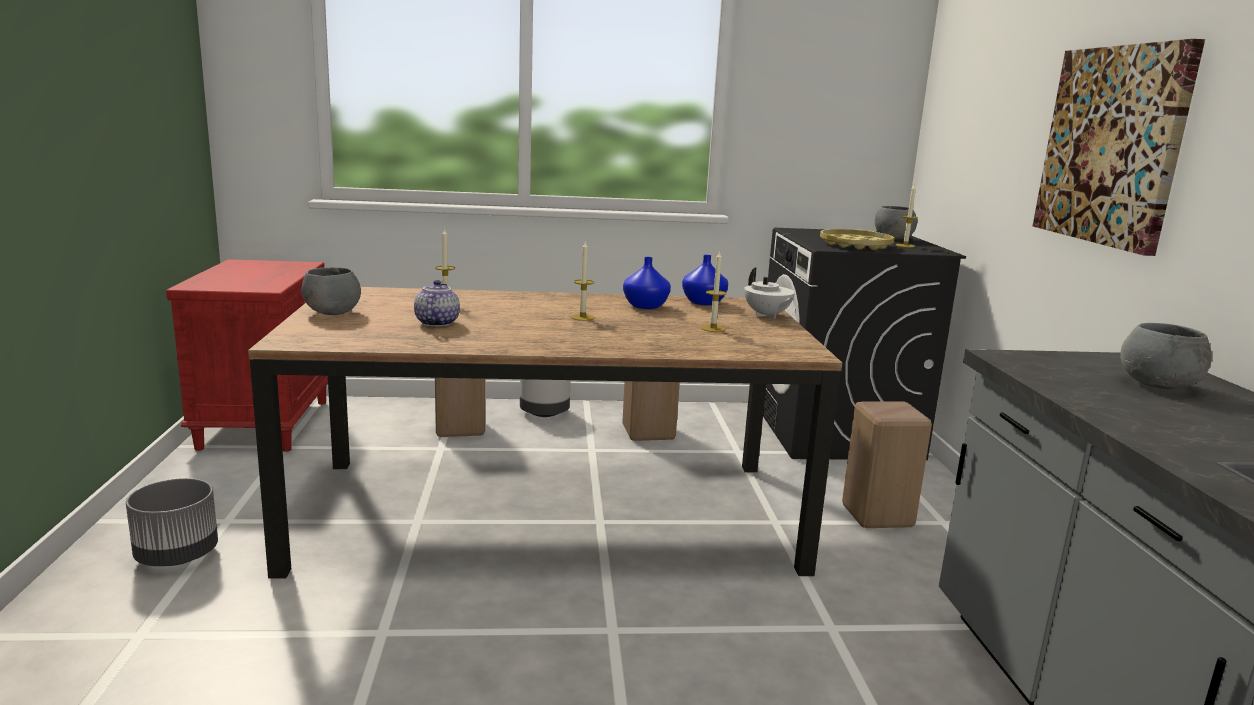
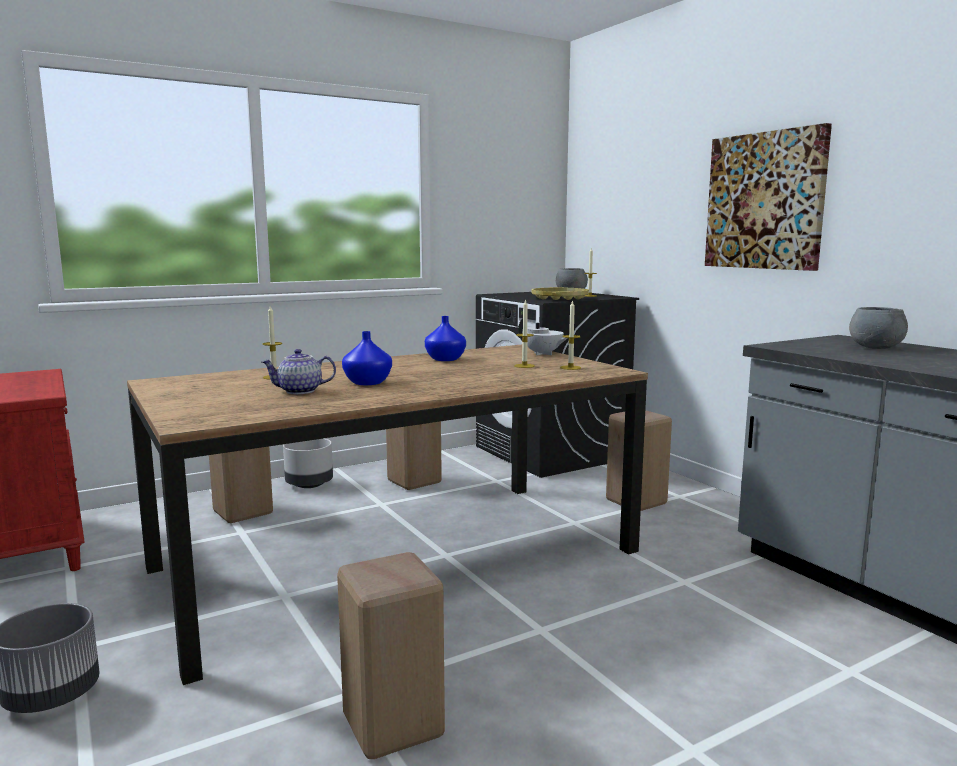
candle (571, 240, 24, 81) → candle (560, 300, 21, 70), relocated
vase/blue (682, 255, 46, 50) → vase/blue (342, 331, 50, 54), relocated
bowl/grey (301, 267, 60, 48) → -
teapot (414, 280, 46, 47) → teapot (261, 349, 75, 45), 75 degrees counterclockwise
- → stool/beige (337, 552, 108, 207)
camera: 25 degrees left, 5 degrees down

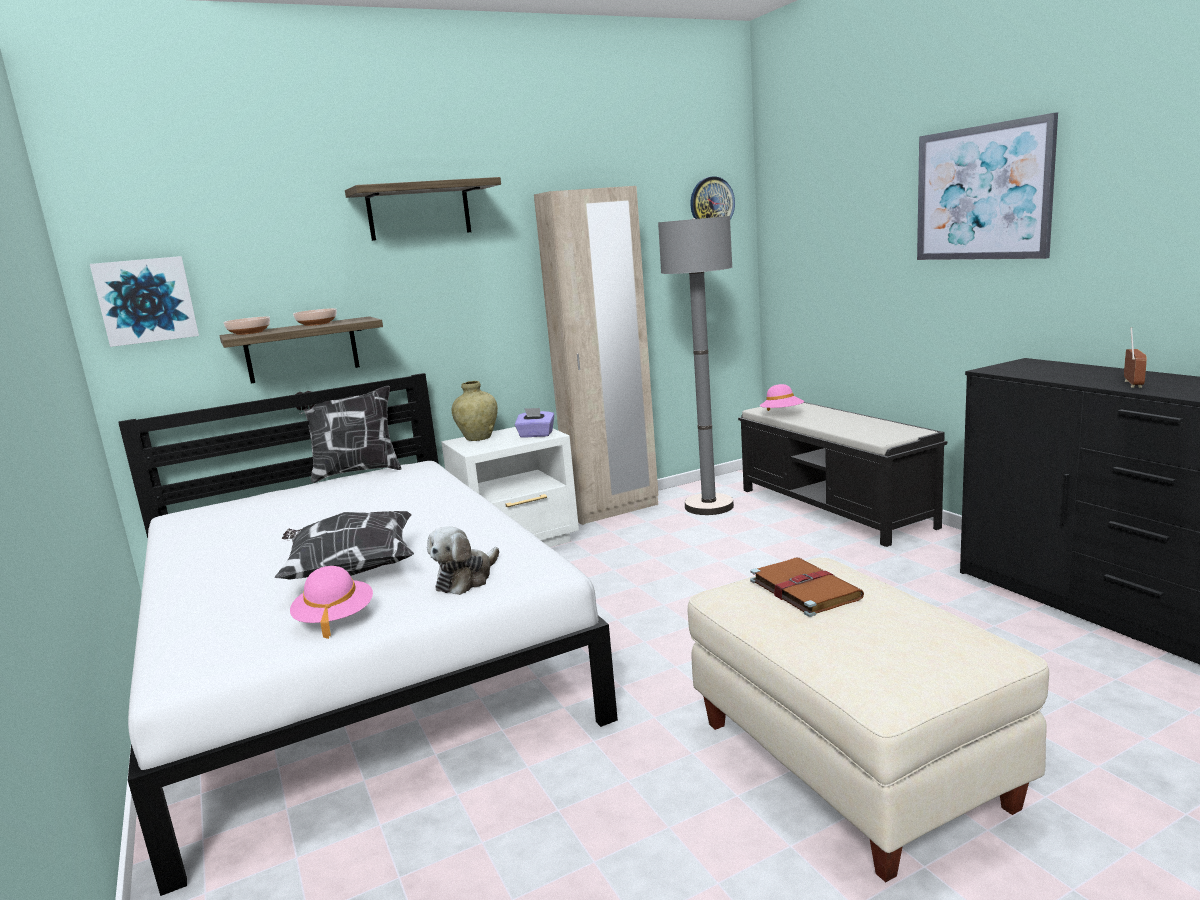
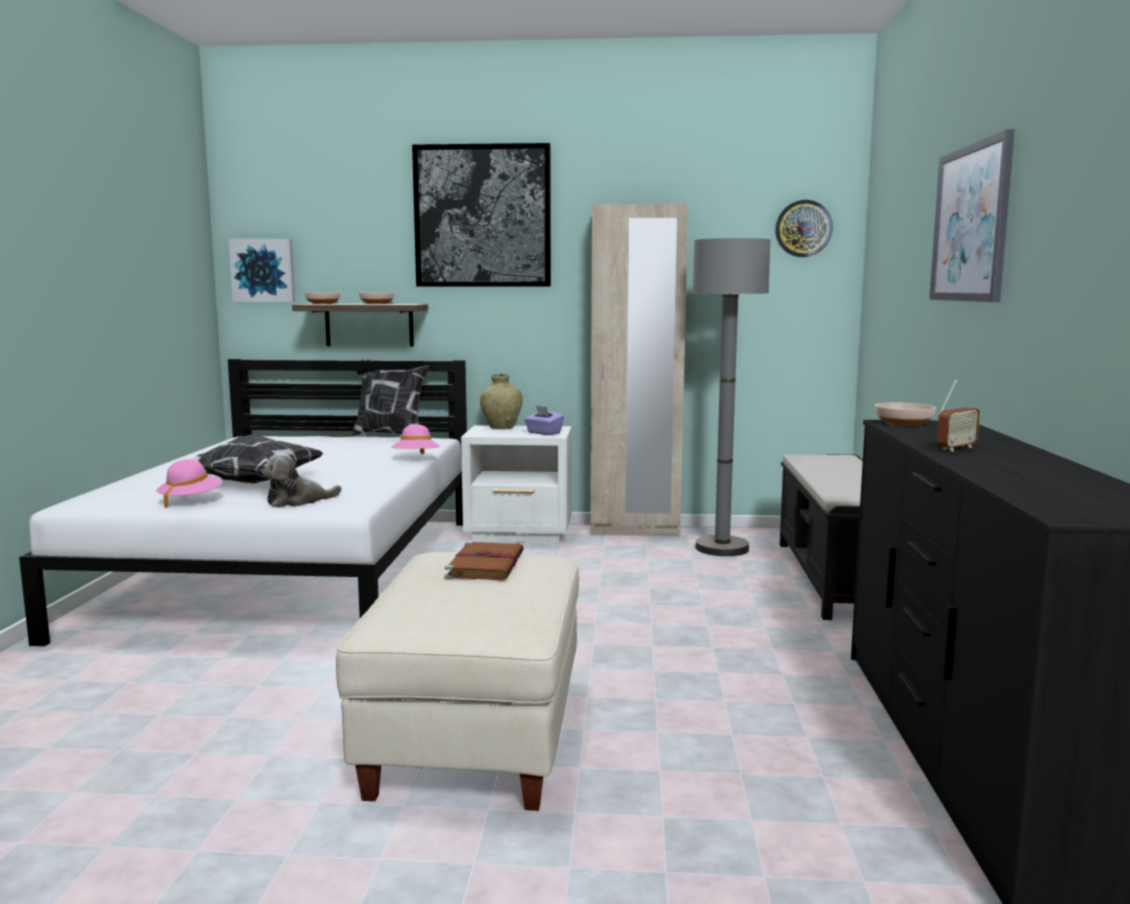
shelf (345, 177, 156, 64) → picture (412, 143, 139, 143)
hat/pink (760, 384, 44, 27) → hat/pink (391, 424, 49, 30), relocated
- → bowl (875, 402, 61, 24)
camera: 30 degrees right, 5 degrees down

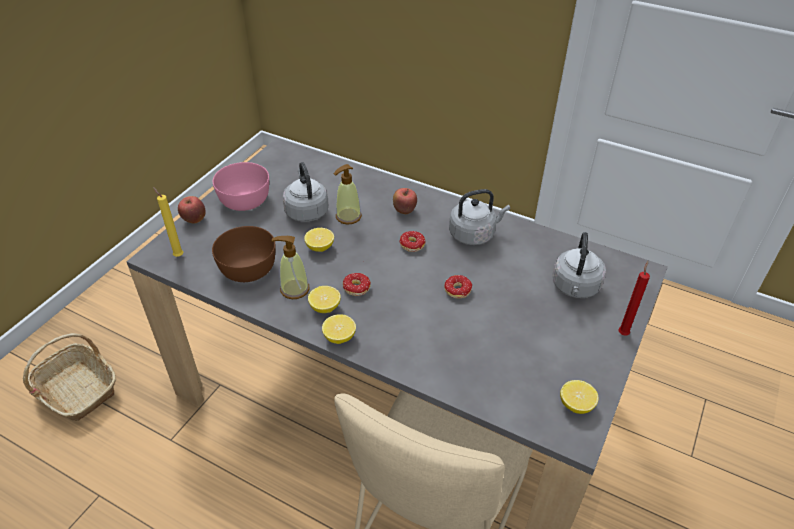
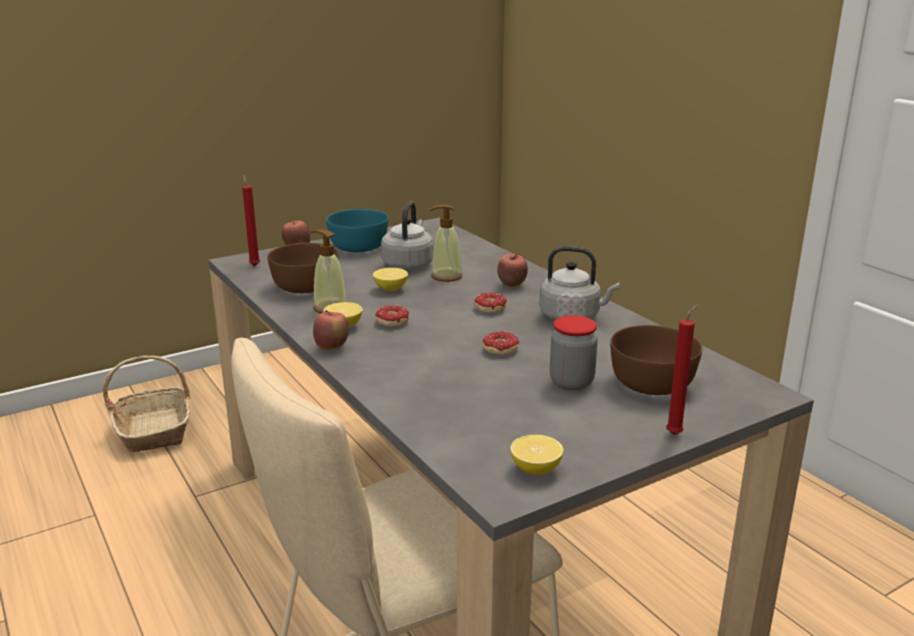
bowl/pink (213, 162, 56, 49) → bowl/turquoise (326, 209, 62, 43)
candle/yellow (153, 187, 30, 70) → candle/red (242, 175, 18, 91)
kettle/grey (552, 232, 54, 66) → bowl/brown (610, 325, 92, 70)
lemon (322, 314, 34, 30) → apple (313, 310, 36, 40)
- → jar (550, 315, 48, 75)
camera: 30 degrees right, 20 degrees down

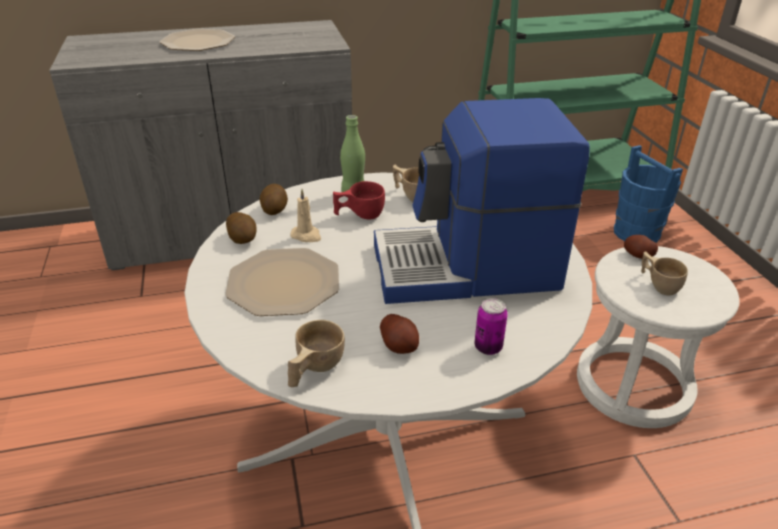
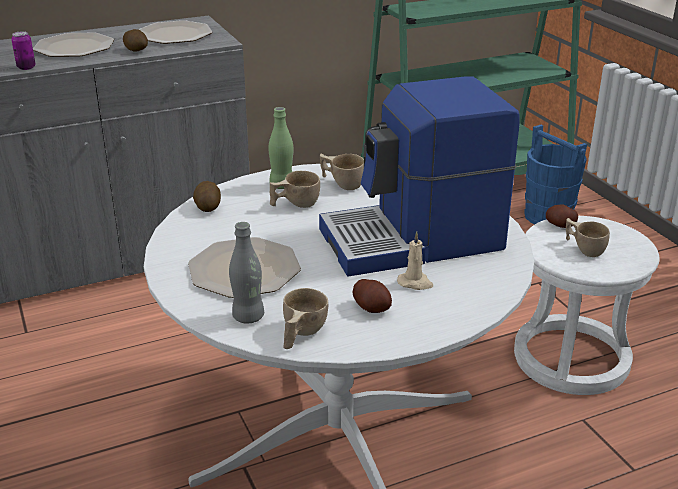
cup/red (333, 181, 52, 38) → cup/beige (270, 171, 50, 37)
candle/beige (290, 189, 31, 53) → candle/beige (397, 232, 36, 58), relocated
potato (226, 212, 31, 32) → potato (123, 29, 25, 23), relocated
can (474, 298, 34, 57) → can (11, 31, 25, 39), relocated
- → plate (138, 20, 74, 24)
- → bottle/grey (229, 222, 35, 102)
camera: 10 degrees left, 5 degrees down

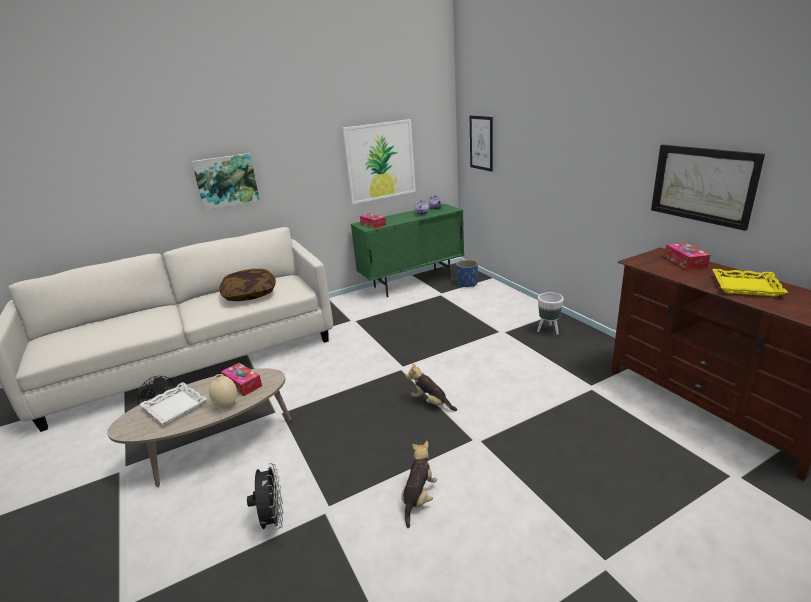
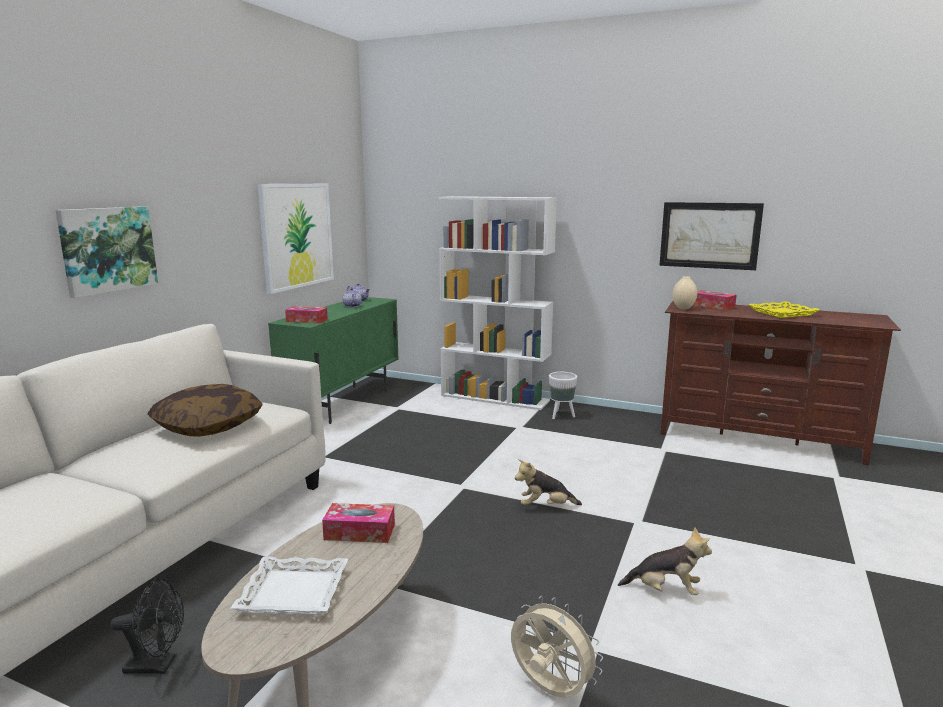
picture (470, 116, 23, 56) → -
planter/blue (456, 260, 22, 27) → -
vase/beige (209, 374, 28, 35) → vase/beige (673, 276, 24, 33), relocated
plush toy (401, 441, 36, 87) → plush toy (618, 527, 94, 68), 120 degrees clockwise
fan/black (247, 463, 36, 67) → fan/beige (511, 596, 92, 102)
- → bookcase/white (439, 196, 118, 214)
camera: 40 degrees left, 10 degrees down

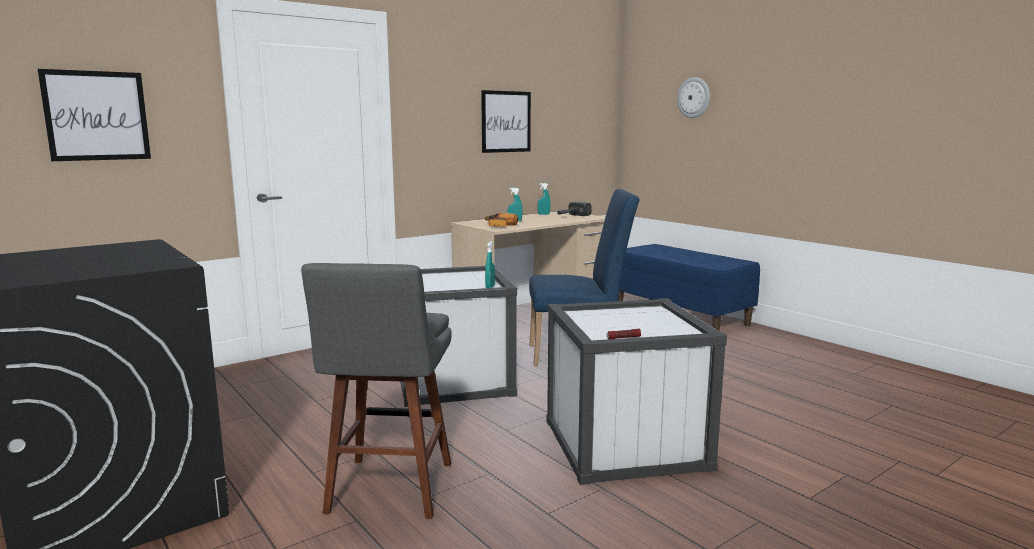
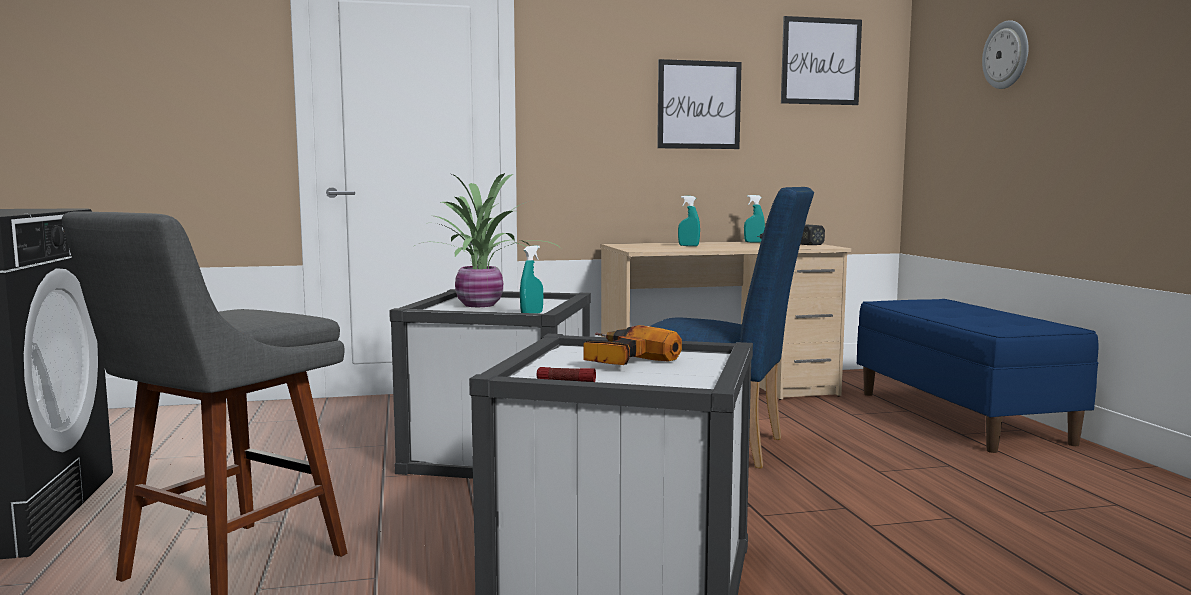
picture (38, 69, 113, 92) → picture (781, 16, 81, 89), relocated
power drill (479, 213, 39, 14) → power drill (583, 325, 99, 40), relocated
- → potted plant (414, 173, 147, 134)
camera: 25 degrees right, 5 degrees down

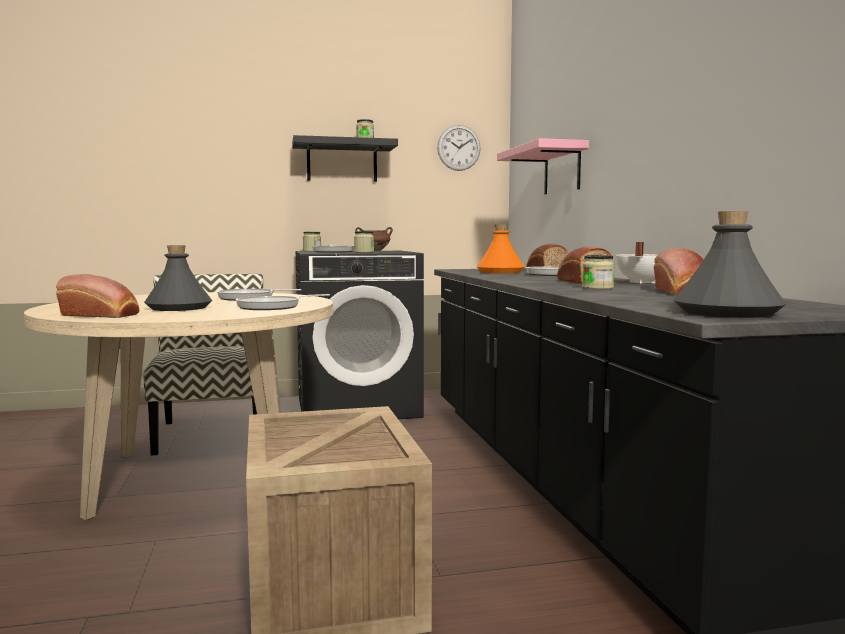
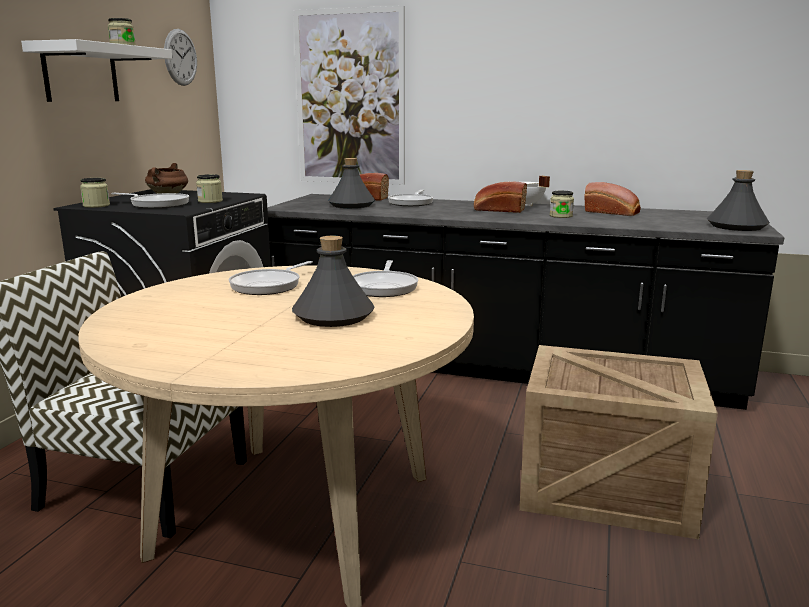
shelf/black (292, 135, 106, 47) → shelf/white (21, 39, 151, 63)
shelf/pink (497, 138, 92, 56) → picture (293, 6, 112, 179)
bottle/orange (476, 224, 49, 49) → bottle/grey (328, 158, 47, 50)
bread (56, 274, 83, 44) → -
camera: 60 degrees left, 10 degrees up

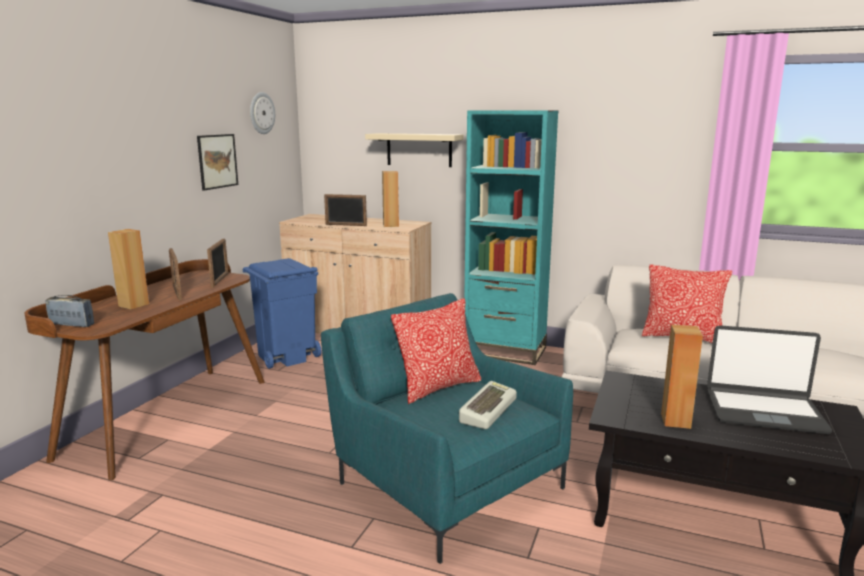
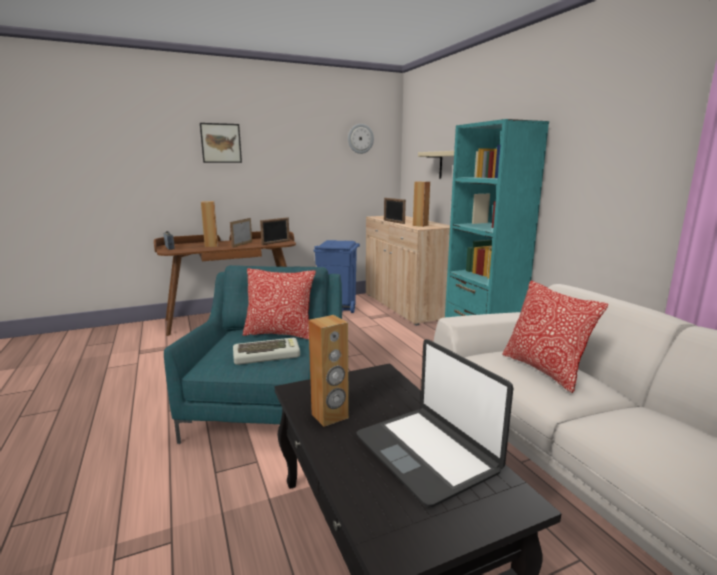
picture (197, 134, 41, 56) → picture (200, 123, 42, 40), relocated
camera: 45 degrees right, 0 degrees up

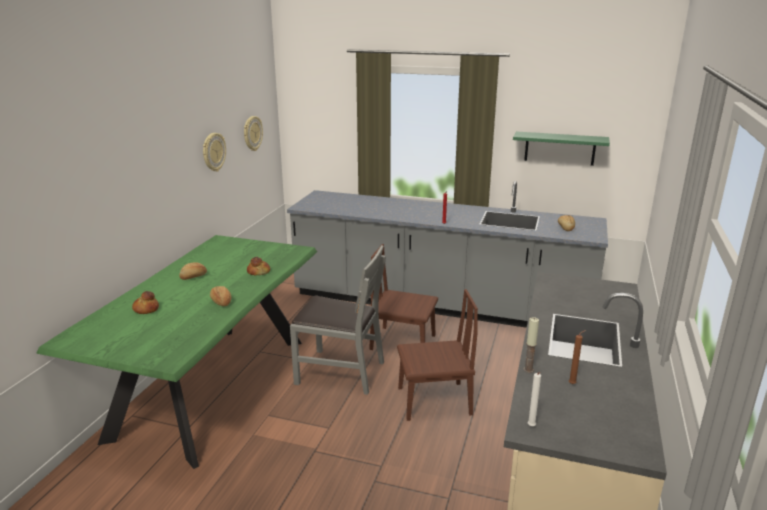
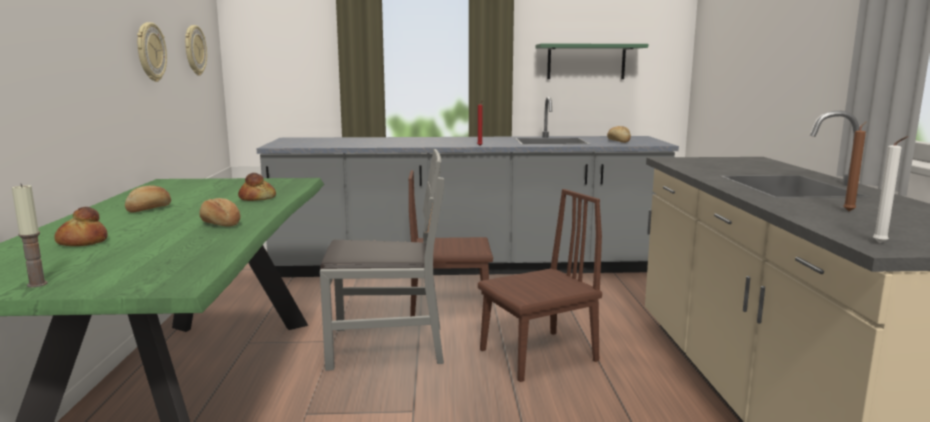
candle (524, 317, 15, 56) → candle (12, 184, 36, 103), relocated
camera: 20 degrees left, 10 degrees down

